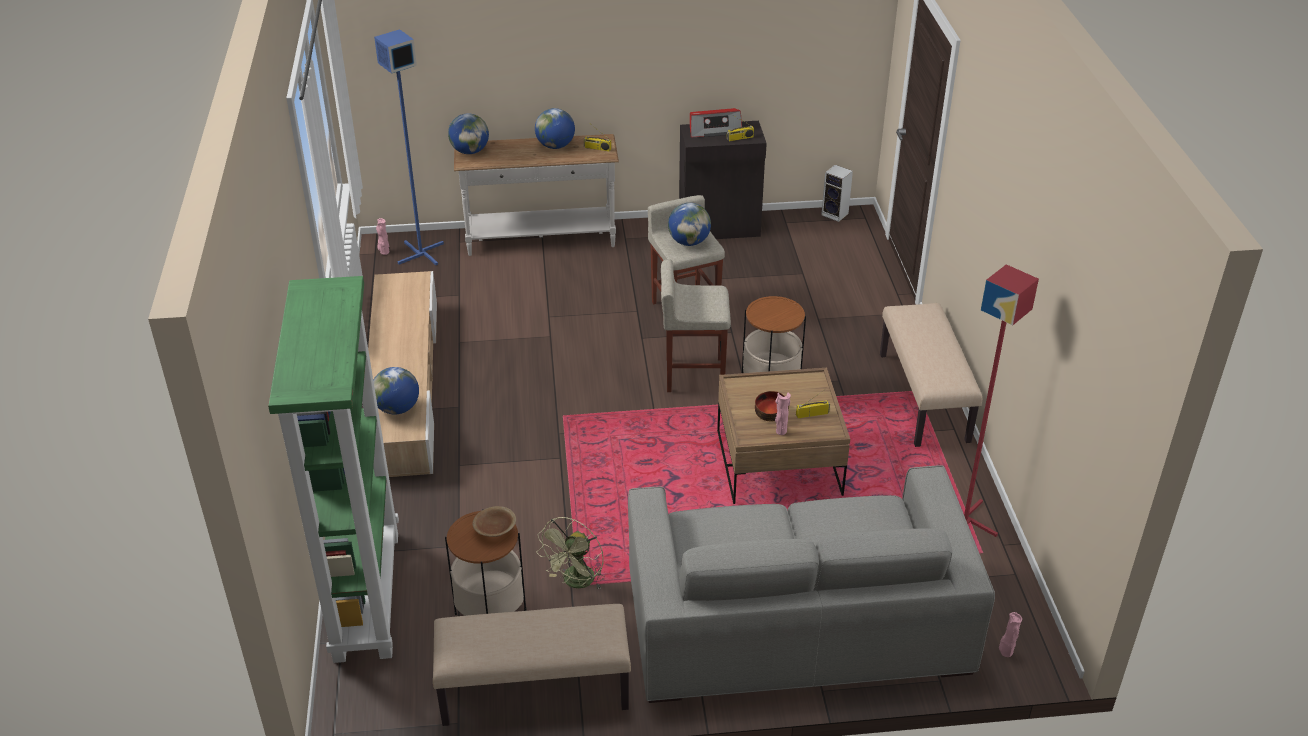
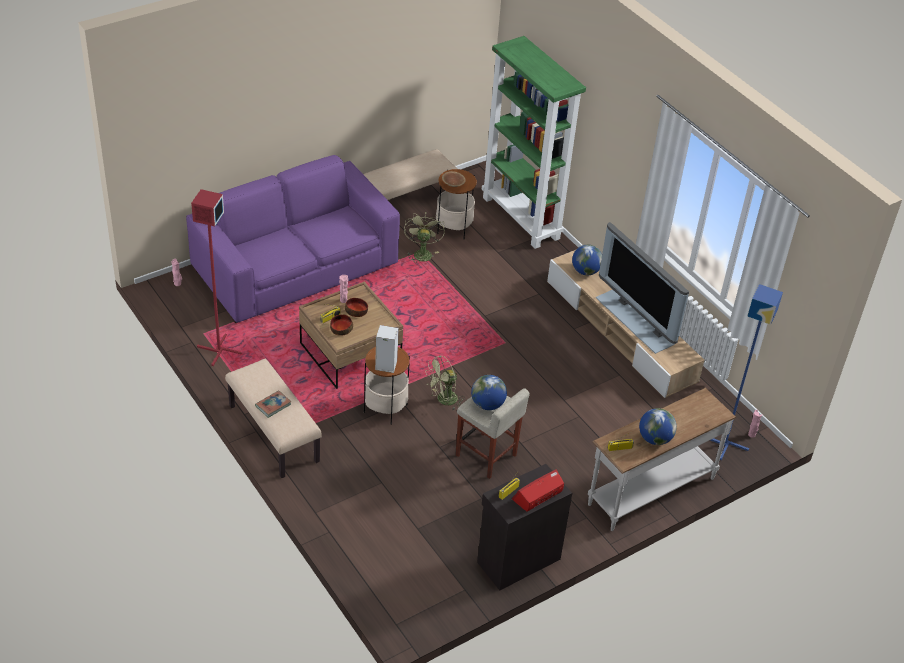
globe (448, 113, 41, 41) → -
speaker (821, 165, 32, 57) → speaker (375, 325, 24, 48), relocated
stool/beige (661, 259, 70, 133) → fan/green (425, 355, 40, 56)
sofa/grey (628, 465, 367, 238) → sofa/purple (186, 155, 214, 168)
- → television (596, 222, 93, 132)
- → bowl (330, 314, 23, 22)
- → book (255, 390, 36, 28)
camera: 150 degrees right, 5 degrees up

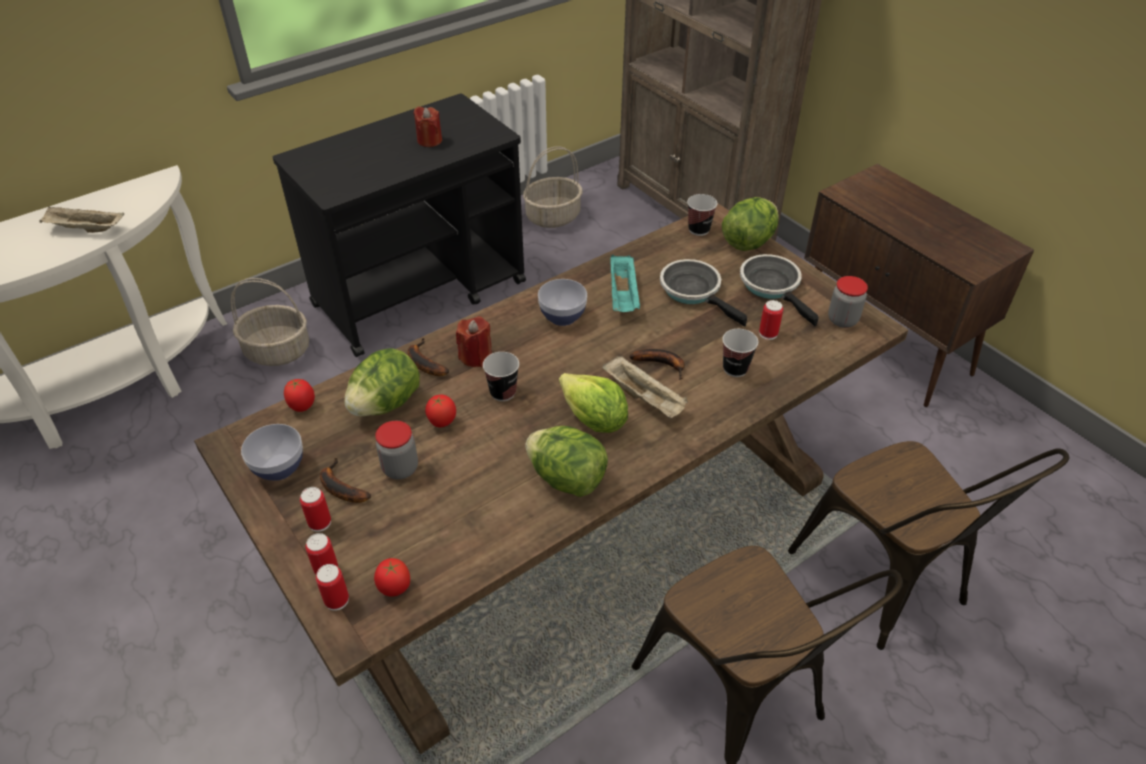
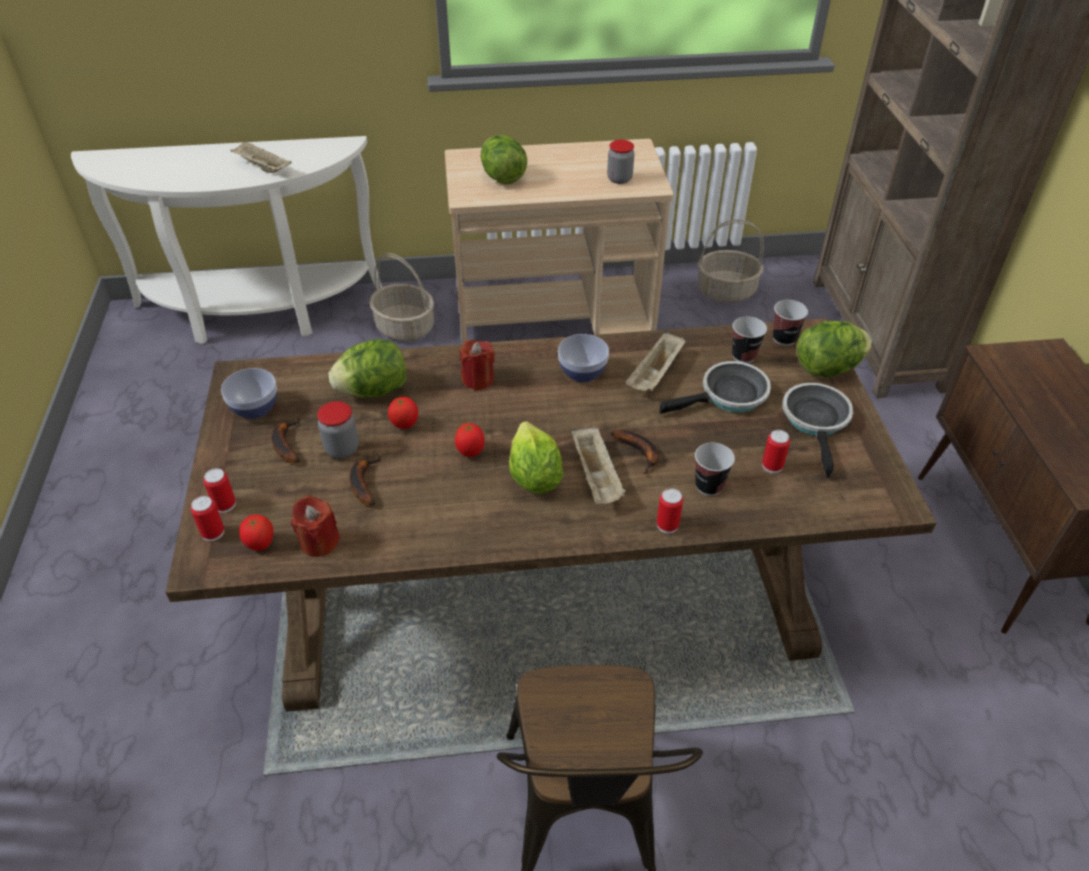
cart/black (273, 93, 253, 264) → cart/beige (445, 139, 228, 205)
candle/red (413, 106, 29, 41) → candle/red (291, 495, 49, 62), relocated
tray/turquoise (610, 254, 31, 58) → tray/beige (625, 331, 61, 60)
frying pan (660, 259, 87, 68) → frying pan (659, 361, 112, 53), 75 degrees clockwise
jar (828, 276, 40, 52) → jar (607, 140, 27, 44), relocated
banana (408, 338, 41, 38) → banana (350, 456, 32, 50), relocated
cup (483, 352, 36, 49) → cup (732, 316, 35, 47), relocated
tomato (284, 379, 31, 33) → tomato (455, 423, 30, 34), relocated
lettuce (525, 426, 83, 71) → lettuce (480, 135, 47, 49), relocated
chair/brown (788, 441, 281, 209) → -
can (300, 487, 31, 45) → can (657, 488, 26, 45), relocated
camera: 30 degrees right, 0 degrees up

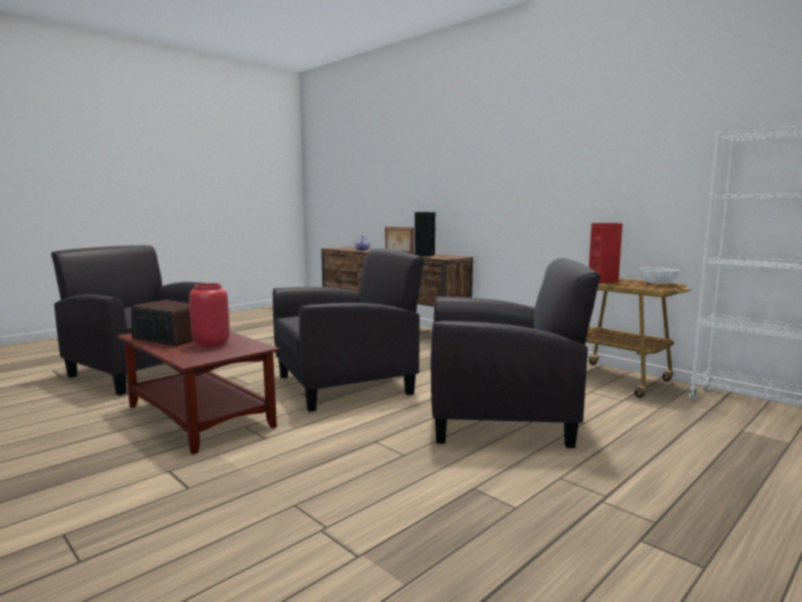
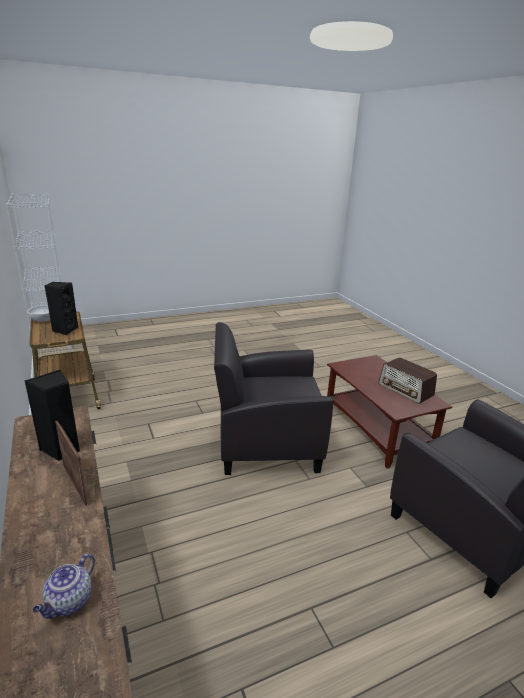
speaker/red (589, 223, 34, 60) → speaker/black (44, 282, 34, 53)
armchair/black (430, 258, 170, 190) → -
vase/red (189, 283, 41, 65) → -
camera: 160 degrees left, 15 degrees up

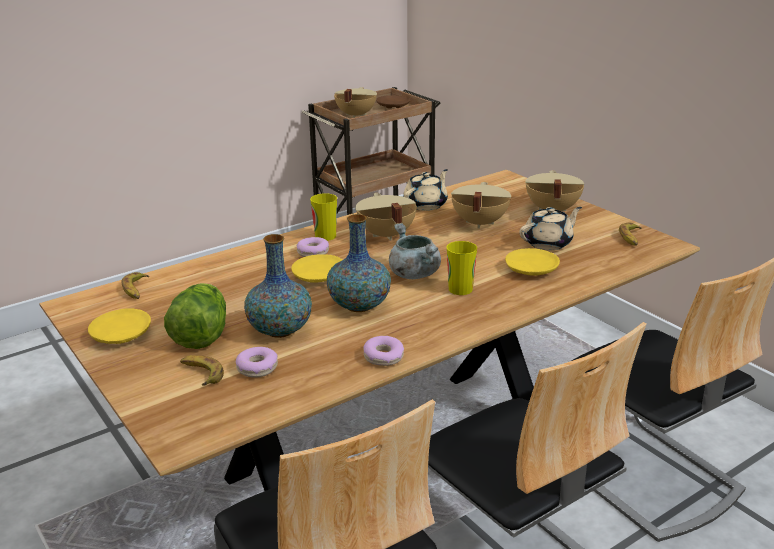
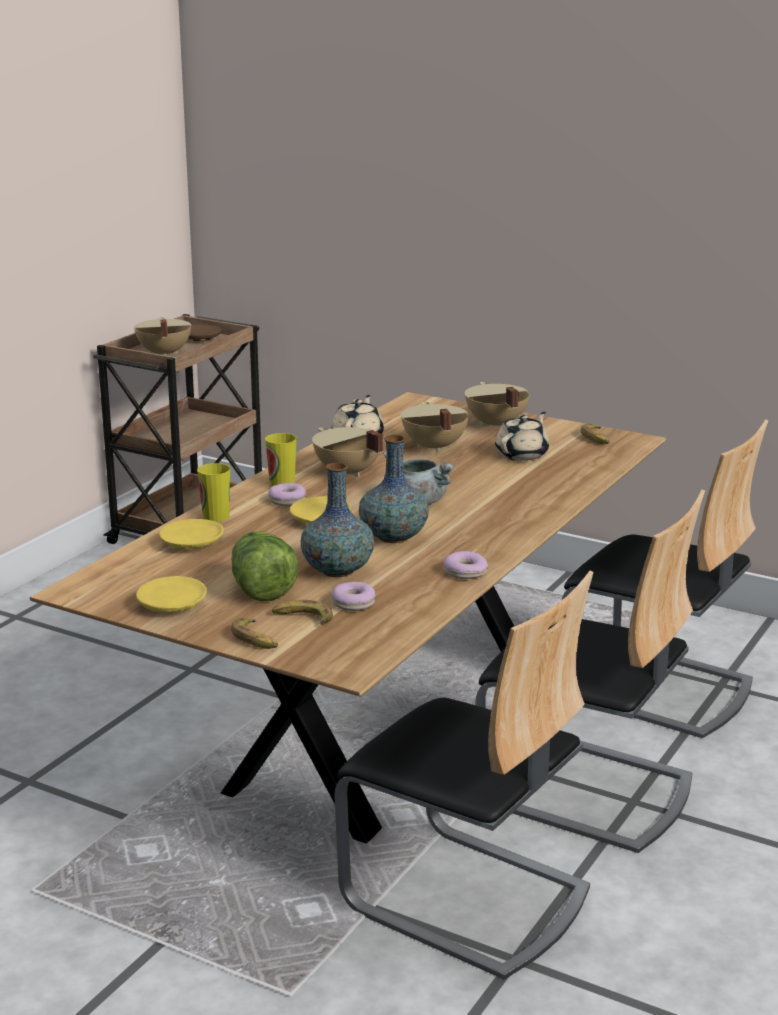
cup (447, 241, 30, 54) → cup (197, 463, 34, 59), relocated
plate/yellow (505, 248, 55, 28) → plate/yellow (159, 519, 65, 30), relocated
banana (122, 272, 27, 27) → banana (231, 618, 47, 31), relocated
camera: 25 degrees left, 5 degrees down

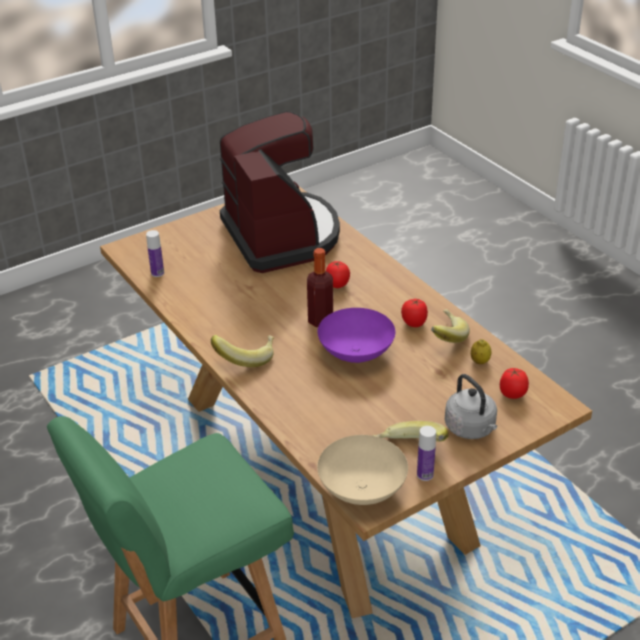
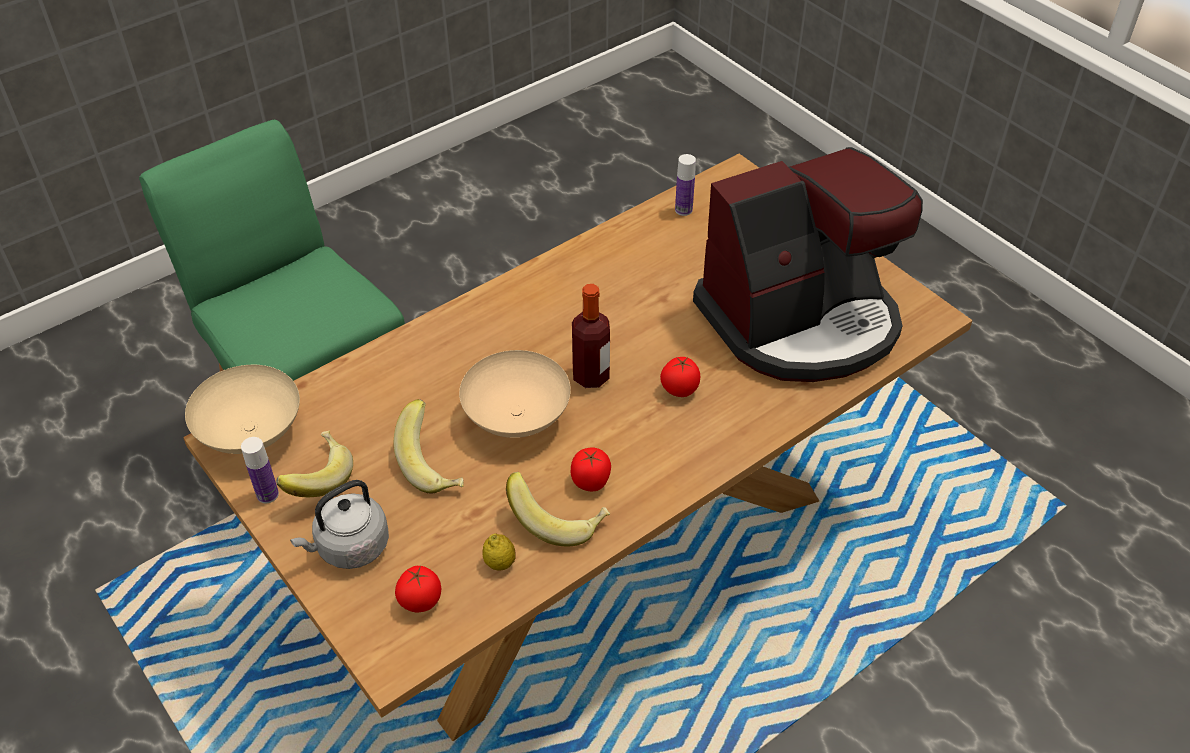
bowl/purple (318, 308, 77, 55) → bowl/beige (459, 350, 112, 88)
banana (211, 335, 64, 32) → banana (394, 399, 70, 94), relocated
camera: 85 degrees right, 10 degrees up

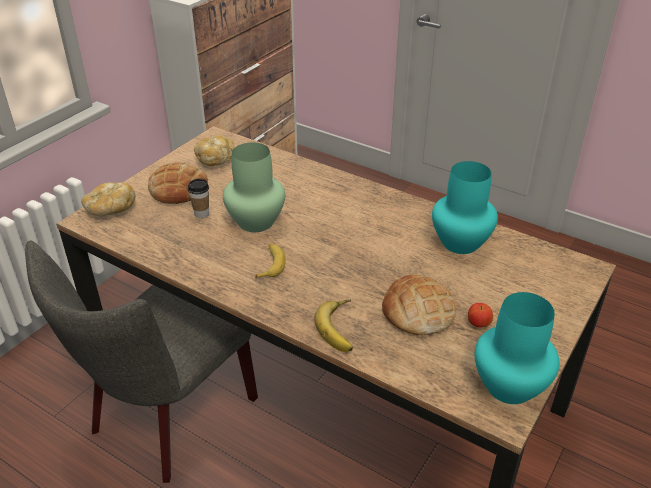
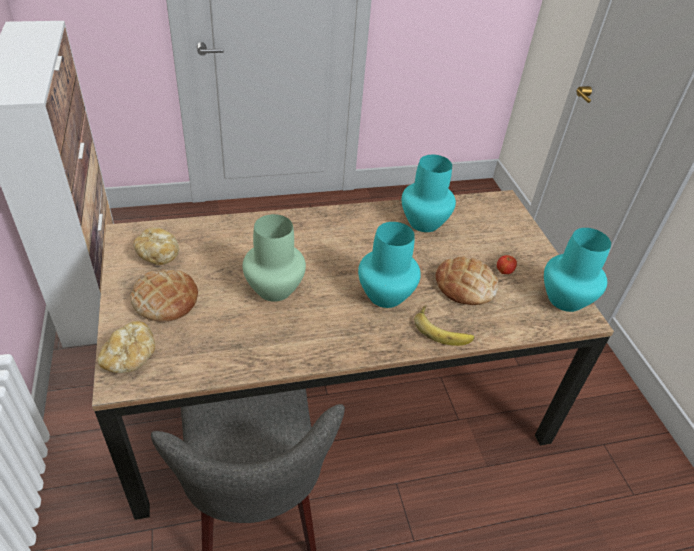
cup (188, 179, 21, 39) → -
banana (255, 244, 31, 35) → -
- → vase/turquoise (358, 222, 63, 86)
camera: 50 degrees left, 5 degrees up

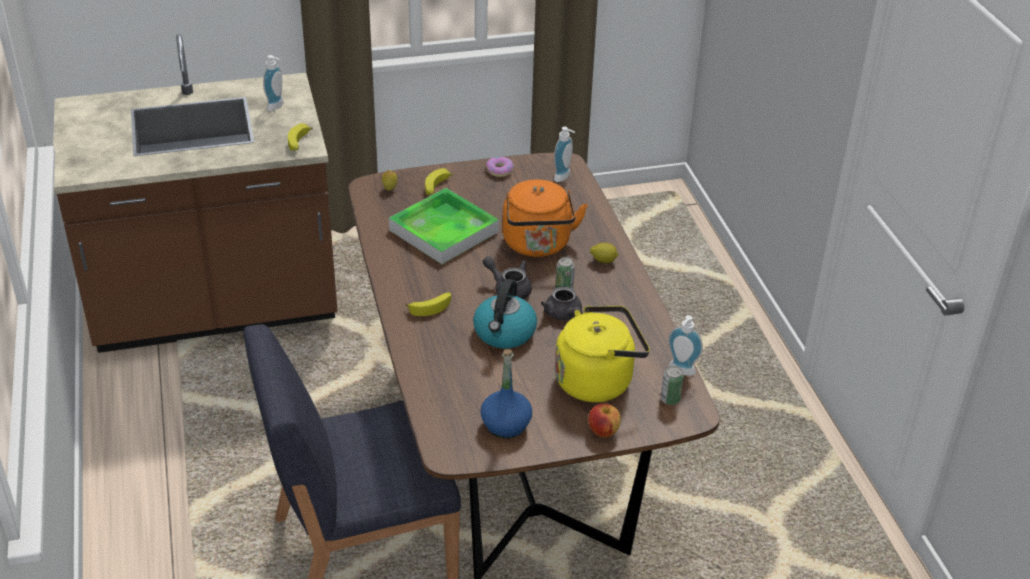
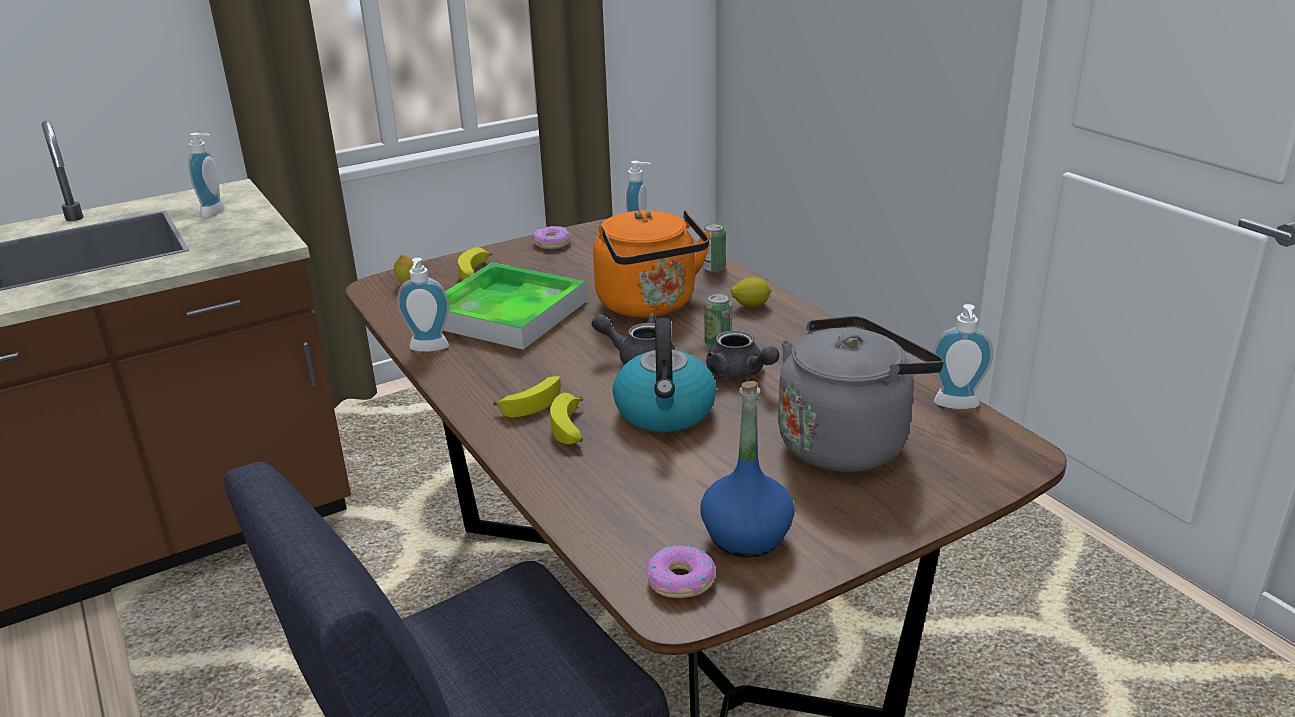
banana (288, 123, 25, 28) → banana (550, 393, 33, 51), relocated
kettle/yellow (555, 306, 95, 96) → kettle/grey (778, 316, 166, 156)
can (661, 366, 23, 39) → can (702, 223, 24, 49), relocated
apple (588, 403, 33, 34) → -
- → soap dispenser (397, 258, 53, 94)
- → donut (646, 545, 70, 53)
camera: 15 degrees left, 10 degrees down

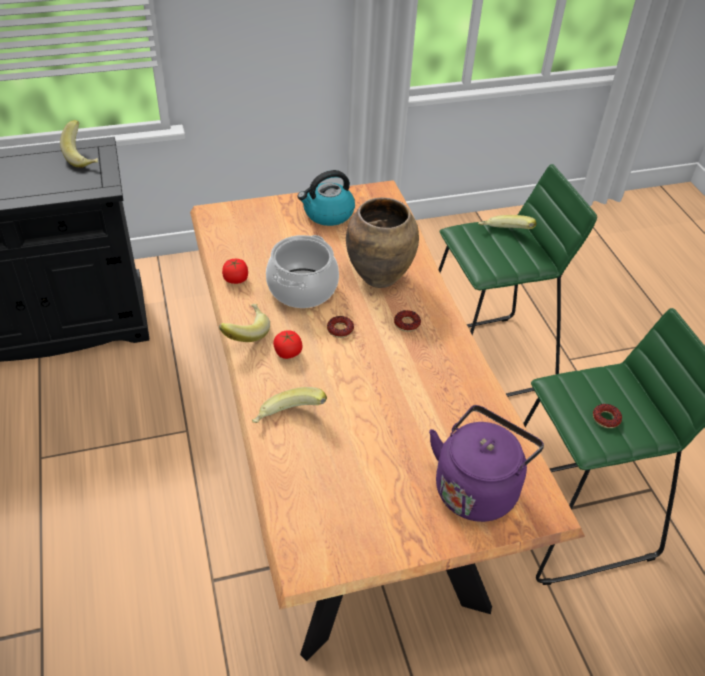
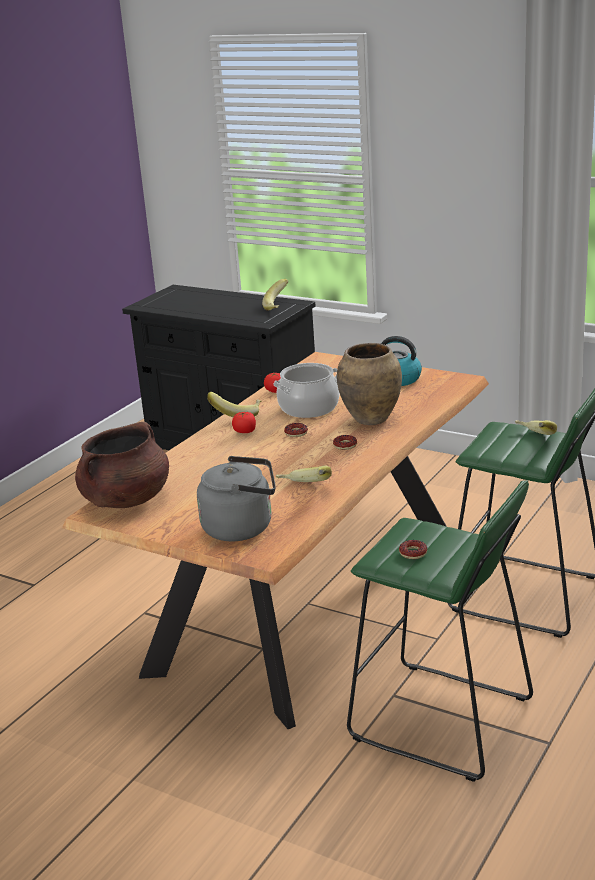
banana (252, 387, 75, 36) → banana (276, 465, 56, 17), relocated
kettle/purple (429, 405, 115, 117) → kettle/grey (197, 456, 79, 85)
- → cooking pot/brown (75, 422, 94, 86)
camera: 50 degrees right, 20 degrees down

